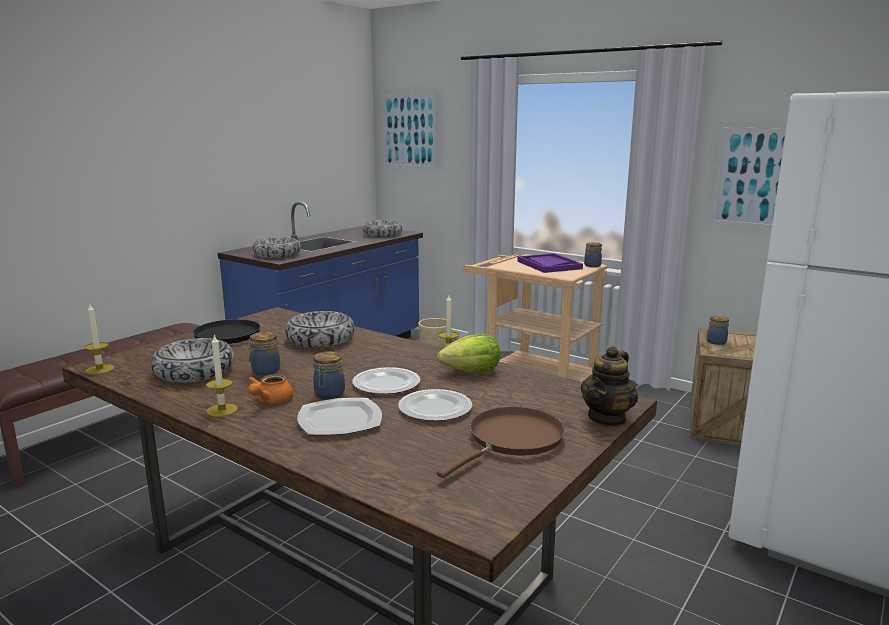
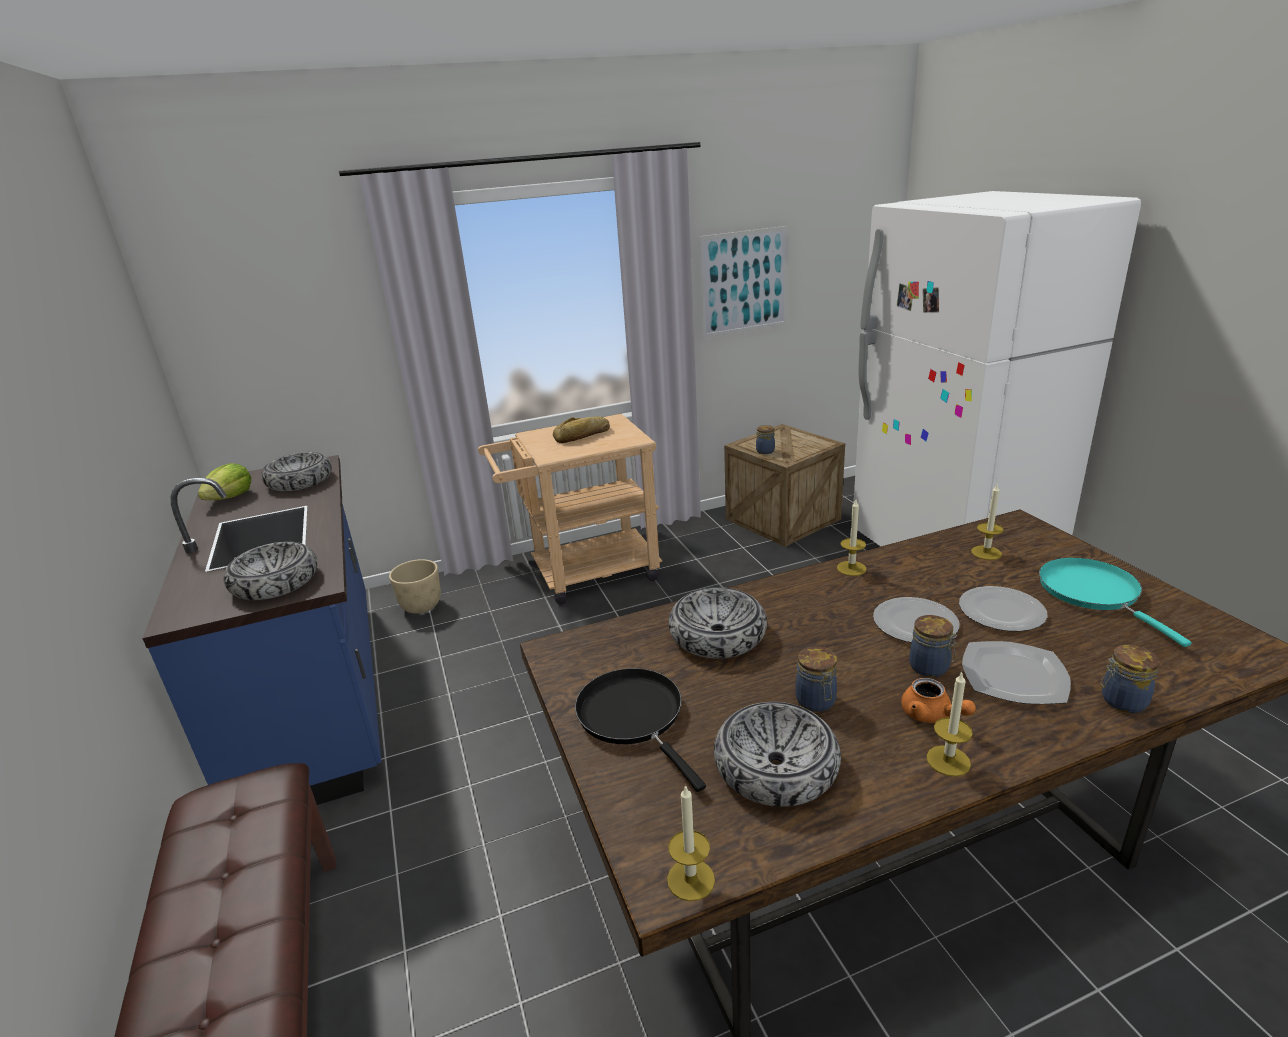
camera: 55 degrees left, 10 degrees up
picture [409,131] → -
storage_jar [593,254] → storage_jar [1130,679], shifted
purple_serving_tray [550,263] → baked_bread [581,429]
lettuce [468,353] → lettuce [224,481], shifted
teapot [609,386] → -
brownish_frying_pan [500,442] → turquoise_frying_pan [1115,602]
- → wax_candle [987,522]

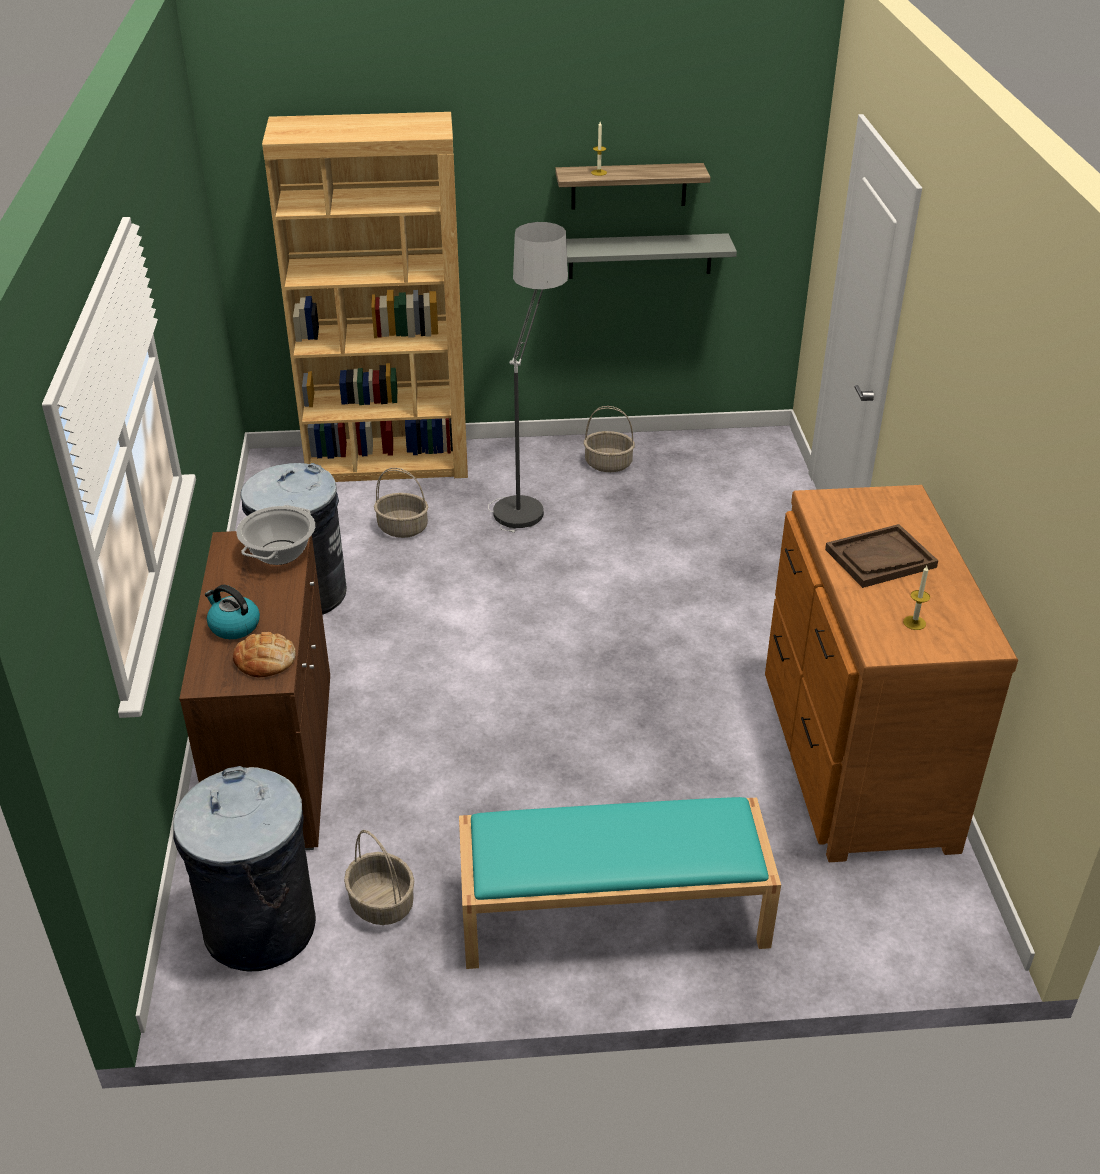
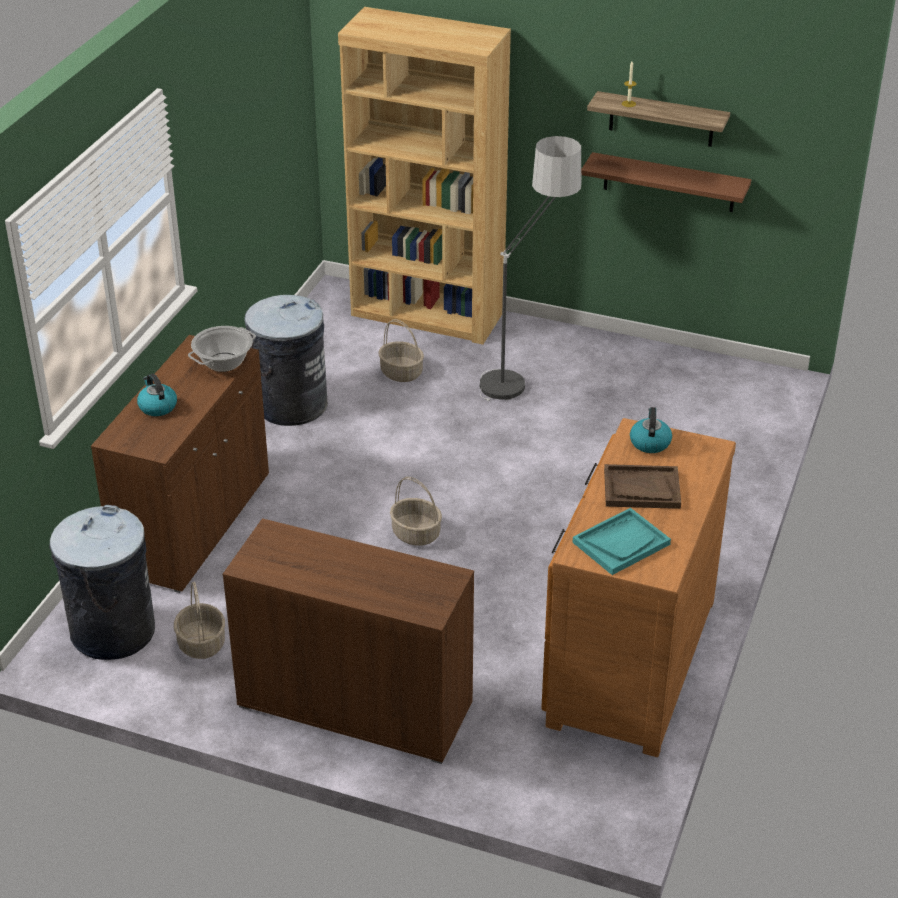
camera: 25 degrees right, 0 degrees up
gray_shelf [651,256] → brownish_shelf [666,182]
household_basket [609,439] → household_basket [416,511], shifted
wax_candle [916,598] → turquoise_serving_tray [622,541]
baked_bread [264,654] → -
turquoise_indoor_bench [620,883] → brownish_storage_cabinet [348,641]
- → water_kettle [651,430]

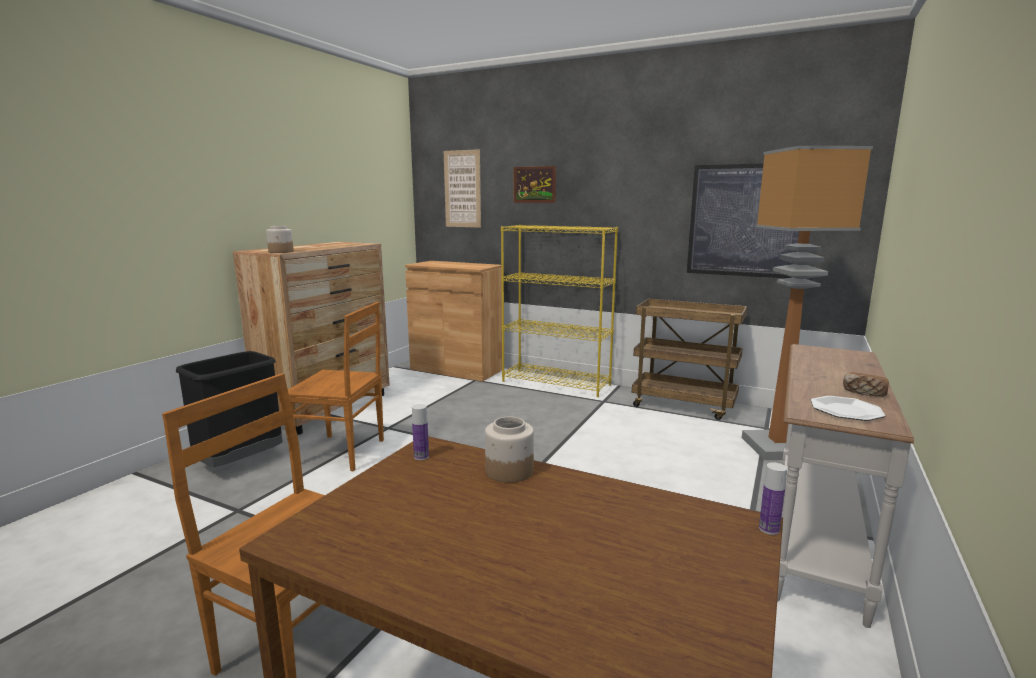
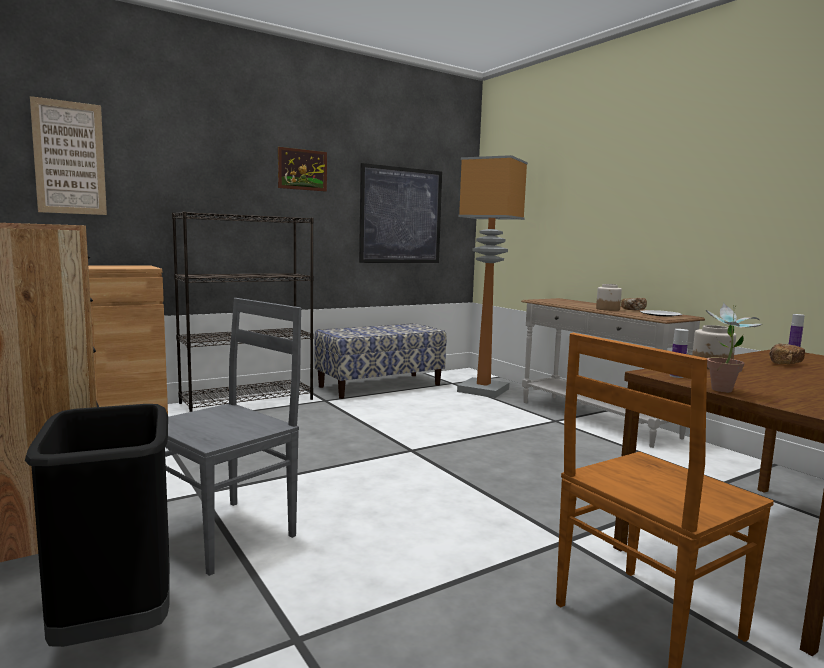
camera: 60 degrees left, 5 degrees down
picture [534,184] → picture [302,169], shifted
yellow-coloured_bookcase [559,311] → blackish_bookcase [243,312]
storage_jar [280,239] → storage_jar [609,297], shifted
brownish_trolley [689,359] → indoor_bench [380,361]
brownish_chair [336,386] → gray_chair [233,437]
- → potted_plant [733,347]
- → baked_bread [787,353]

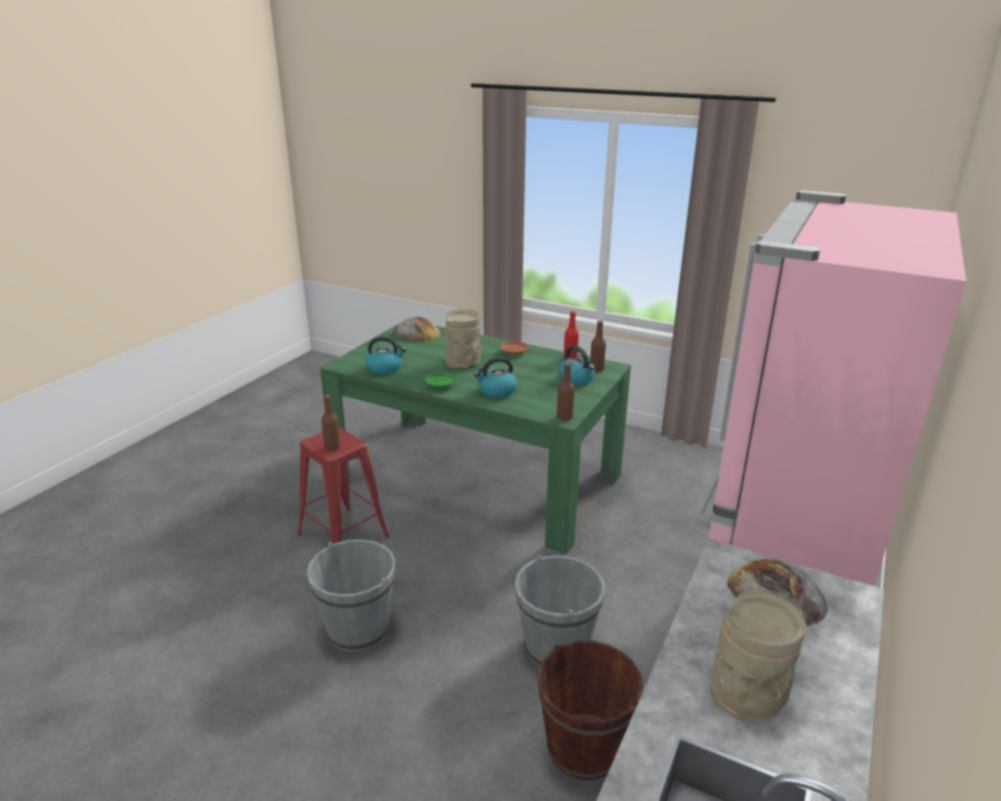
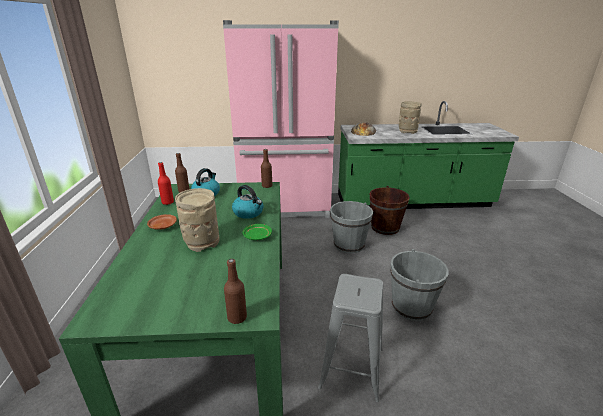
camera: 120 degrees left, 0 degrees up
baked_bread [417,329] → -
water_kettle [386,355] → -
brownish_bottle [331,422] → brownish_bottle [235,291], shifted
red_stool [343,485] → gray_stool [351,338]

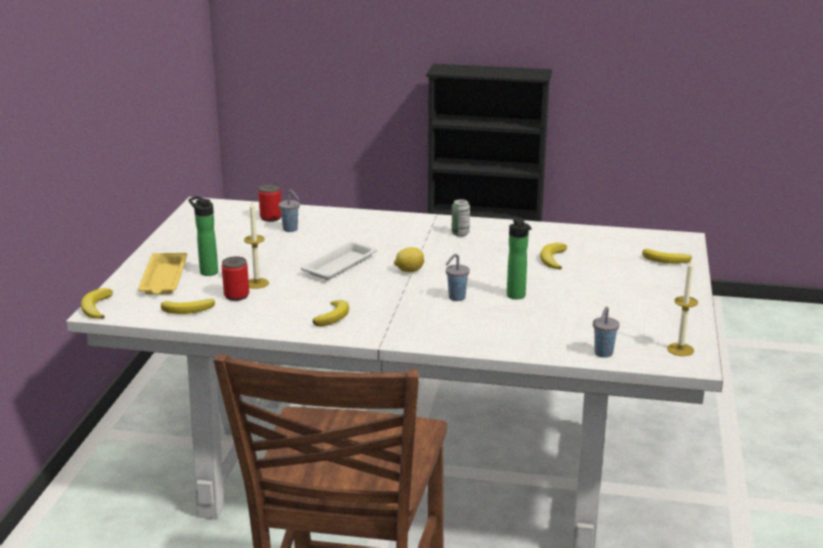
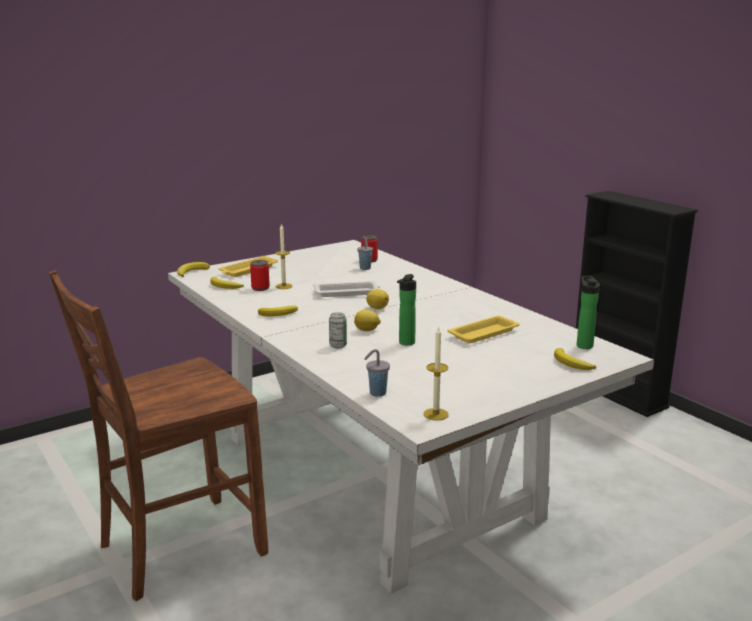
camera: 45 degrees right, 5 degrees down
bottle [203,236] → bottle [588,312], shifted
metal_can [460,218] → metal_can [338,330], shifted
banana [553,256] → yellow-coloured_serving_tray [484,329]
gray_small_cup [457,277] → lemon [367,320]

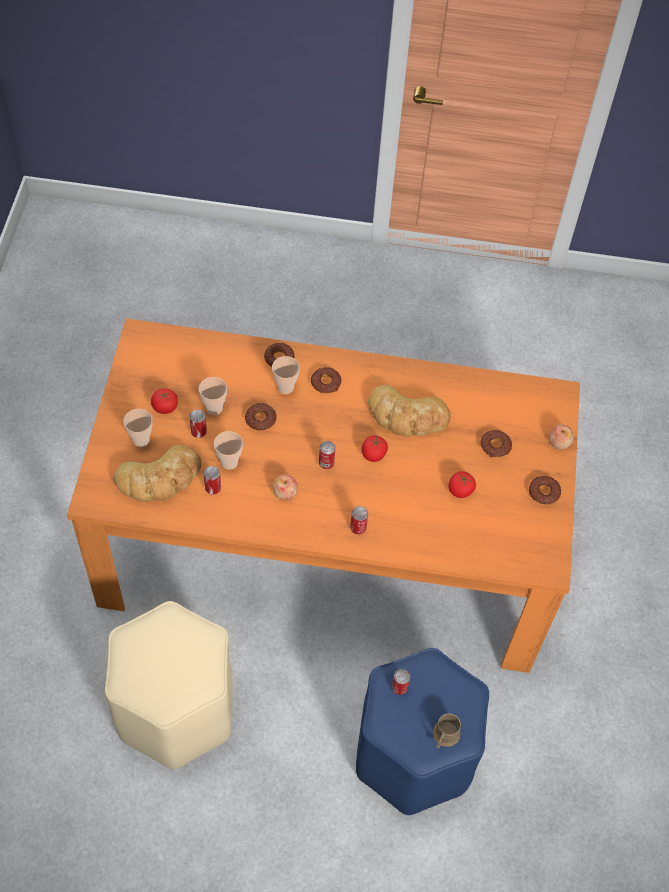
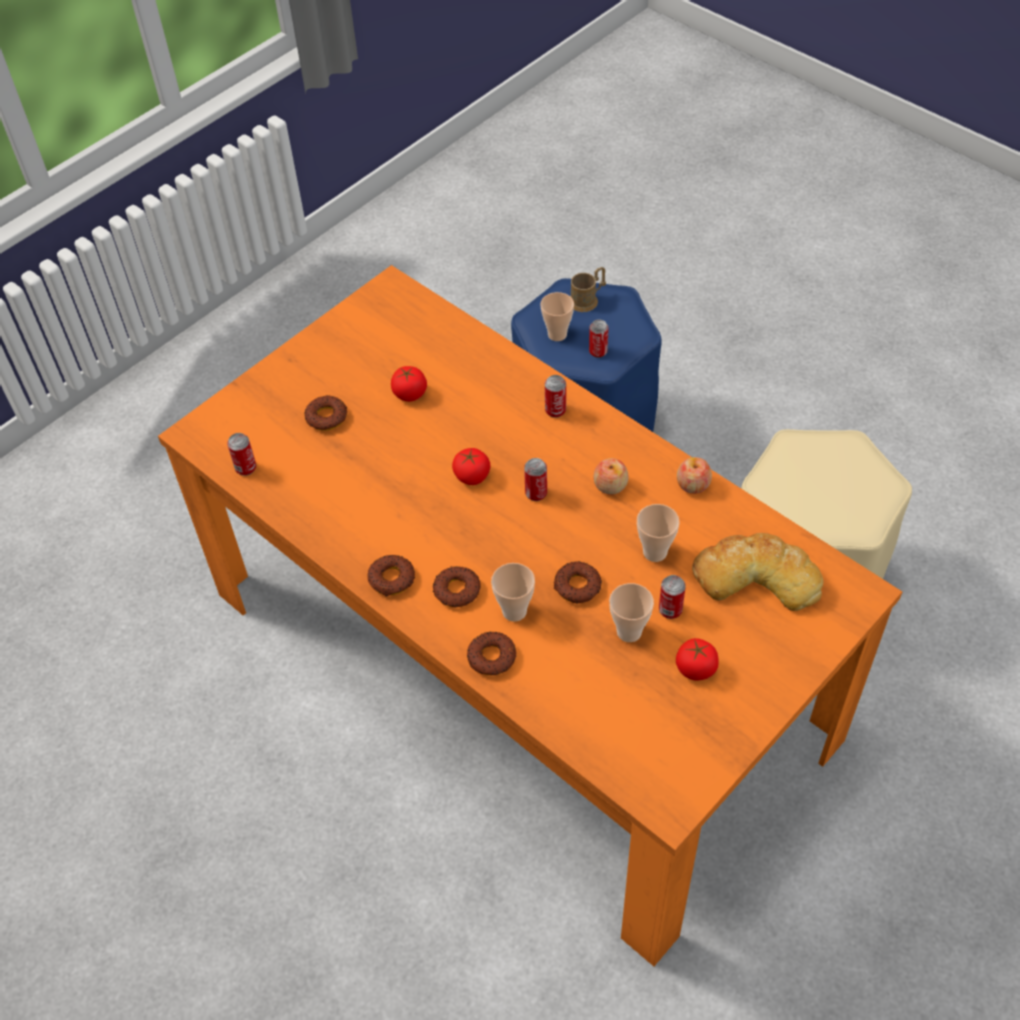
camera: 140 degrees left, 5 degrees down
baked_bread [409,410] → -
small_cup [138,428] → small_cup [557,316], shifted
apple_fruit [561,437] → apple_fruit [694,475], shifted
metal_can [212,480] → metal_can [241,454], shifted
donut [545,490] → donut [391,575], shifted

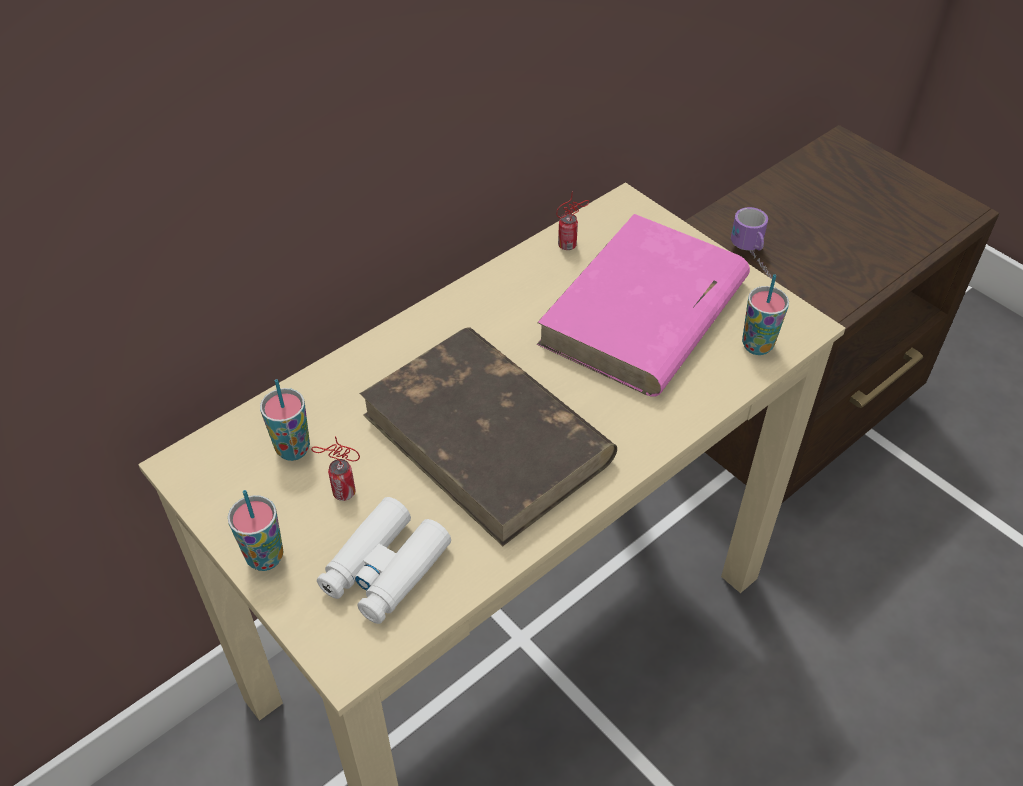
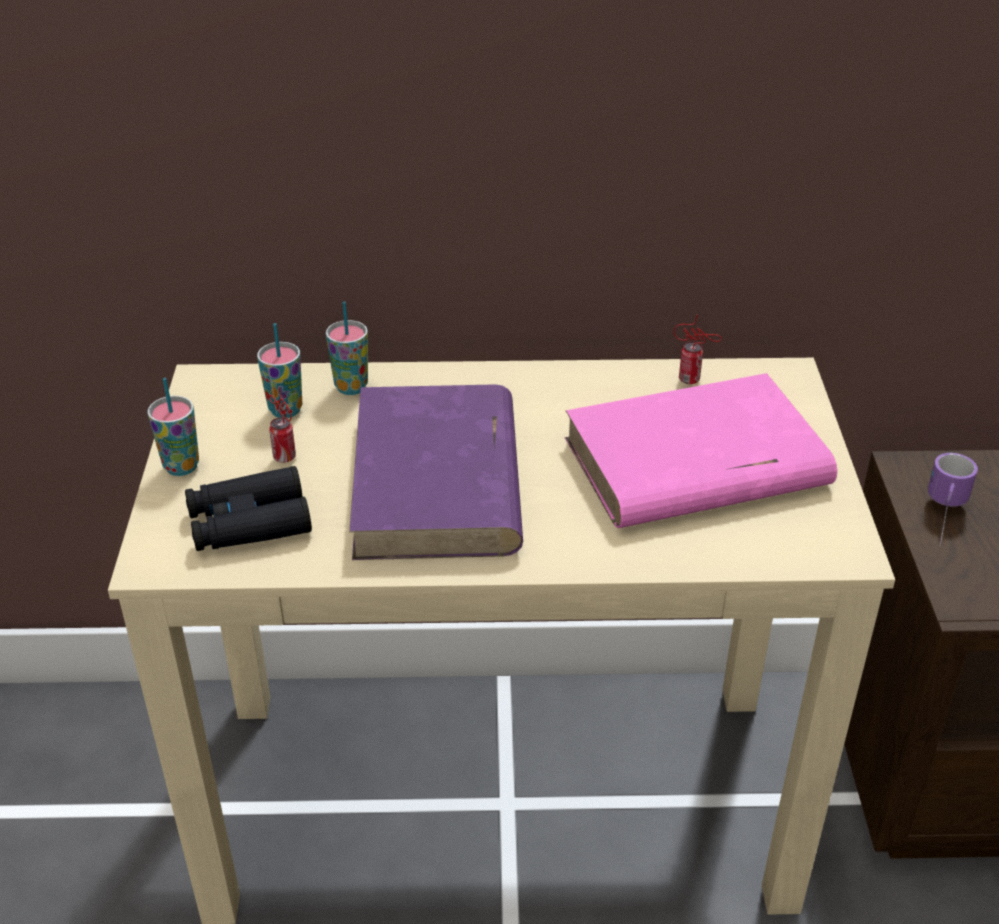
camera: 40 degrees right, 10 degrees down
small_cup [765,314] → small_cup [347,348], shifted
brownish_book [488,437] → purple_book [436,472]
white_pair_of_binoculars [384,560] → blackish_pair_of_binoculars [248,508]

